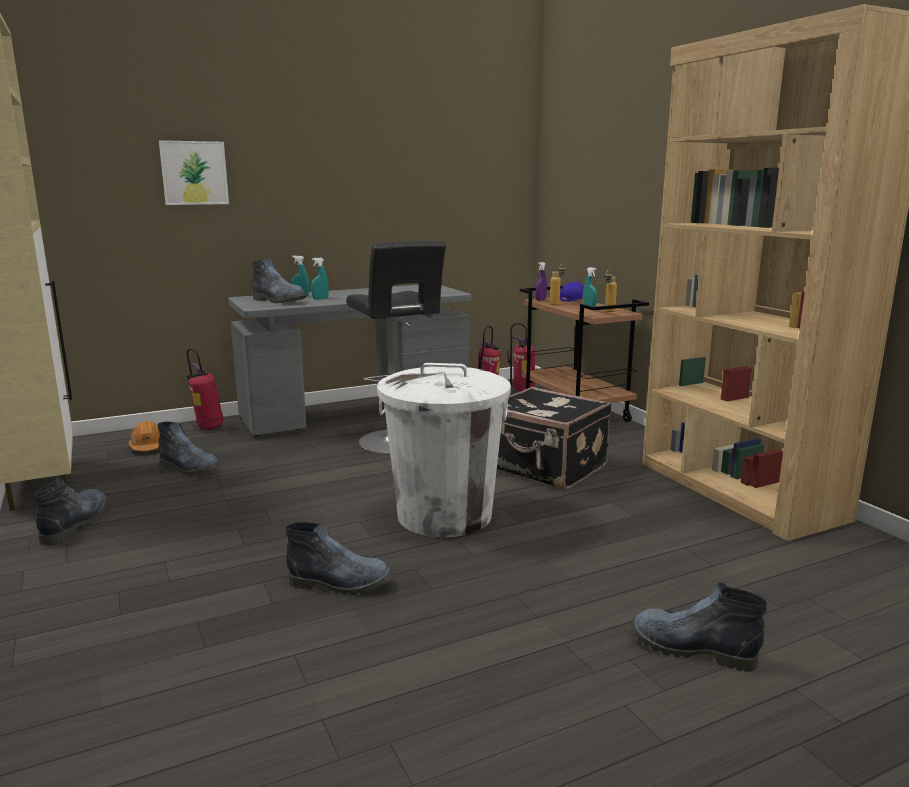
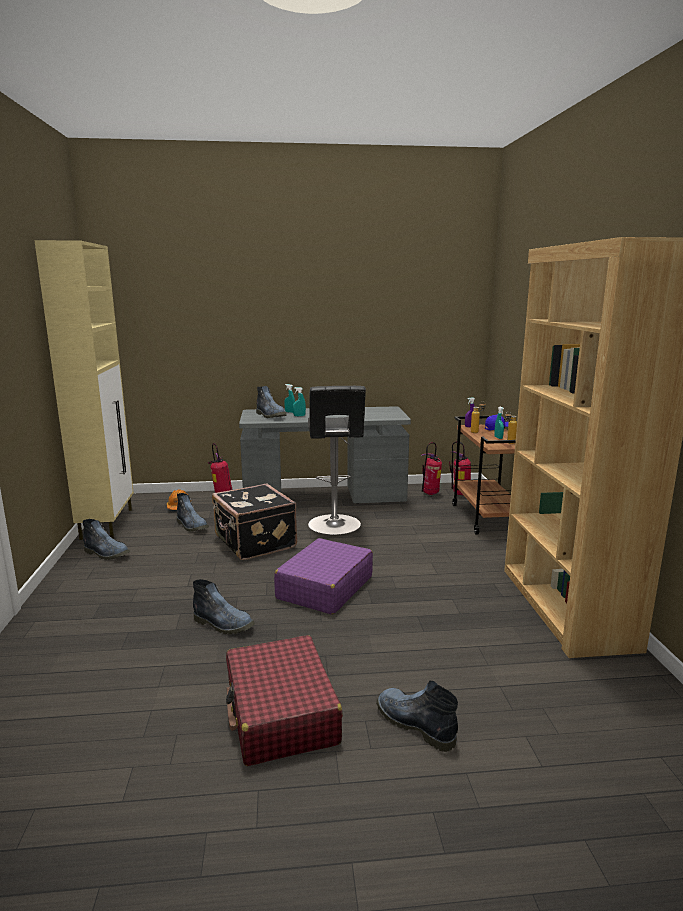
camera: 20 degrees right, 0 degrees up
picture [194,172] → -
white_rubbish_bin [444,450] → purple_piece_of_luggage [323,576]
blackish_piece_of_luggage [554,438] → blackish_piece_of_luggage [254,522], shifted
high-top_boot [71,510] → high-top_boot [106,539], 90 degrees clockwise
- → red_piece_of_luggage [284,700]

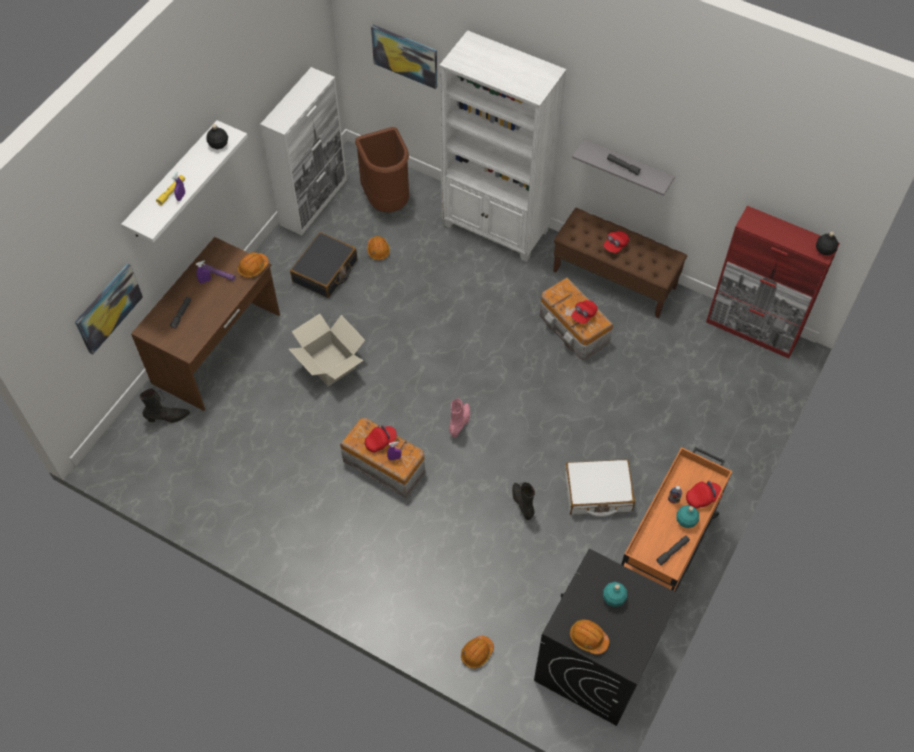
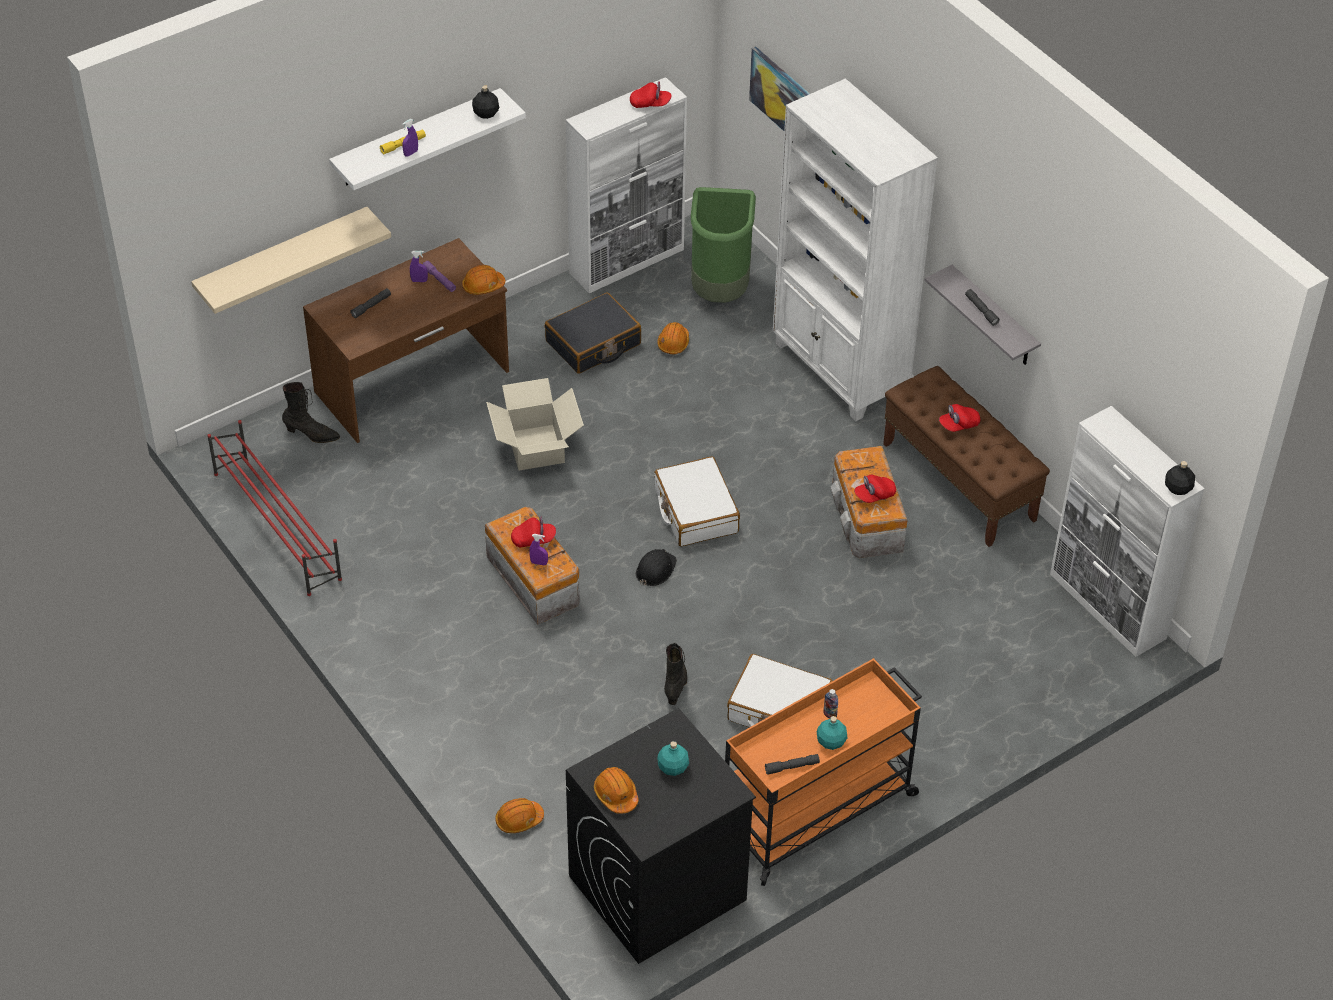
camera: 25 degrees right, 10 degrees down
brownish_rubbish_bin [382,169] → green-coloured_rubbish_bin [723,245]
red_storage_cabinet [773,282] → white_storage_cabinet [1127,531]
picture [109,309] → sand-coloured_shelf [291,260]
pinkish_high-top_boot [459,418] → blackish_hard_hat [656,567]
red_baseball_cap [704,495] → red_baseball_cap [651,94], shifted
- → red_shoe_stand [274,508]
- → white_piece_of_luggage [697,502]

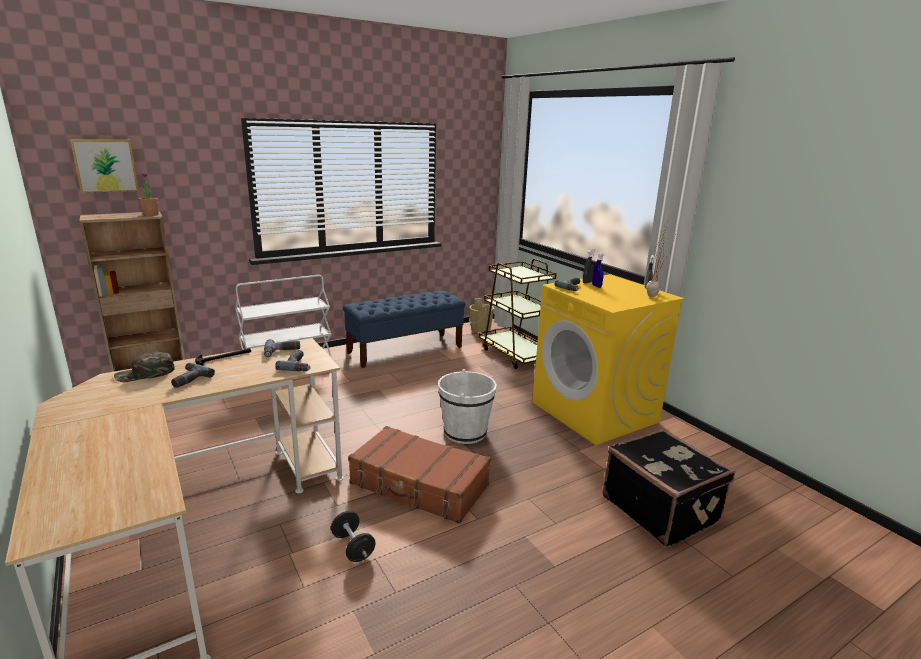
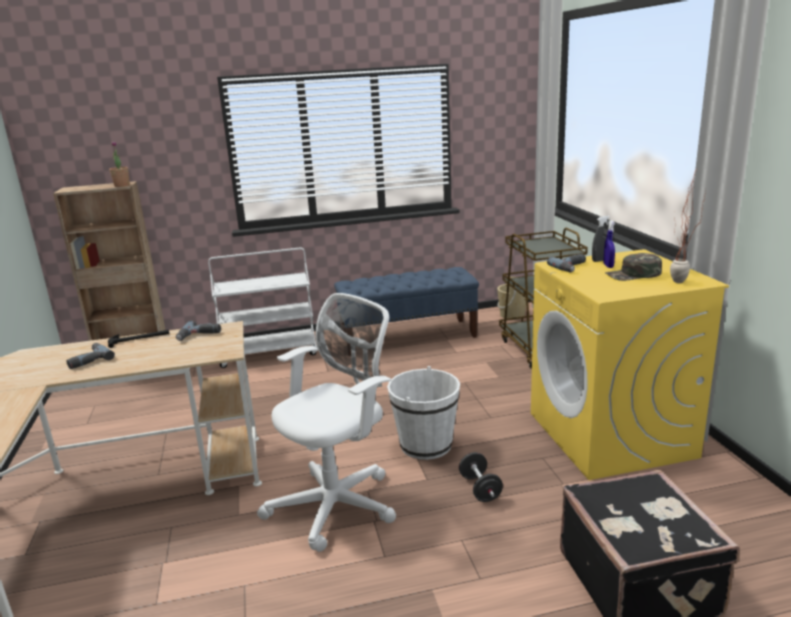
camera: 20 degrees right, 0 degrees up
picture [104,166] → -
electric_drill [293,360] → -
green-coloured_baseball_cap [144,367] → green-coloured_baseball_cap [633,267], shifted
brownish_piece_of_luggage [419,475] → white_office_chair [326,422]
blackish_hand_weight [353,536] → blackish_hand_weight [481,477], shifted

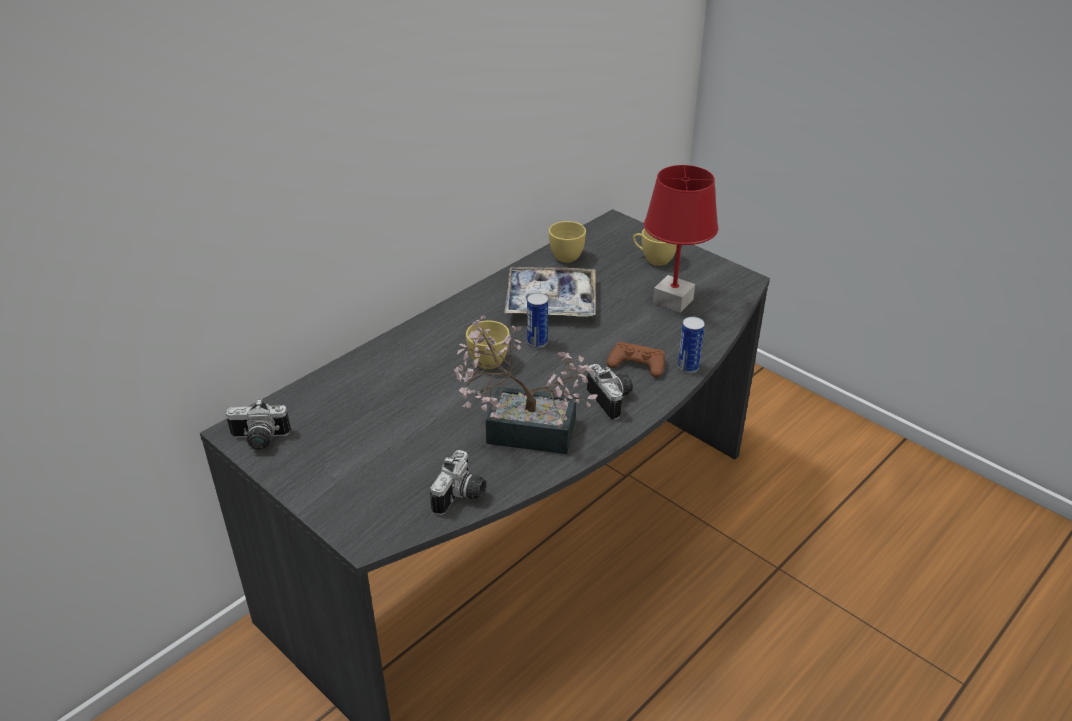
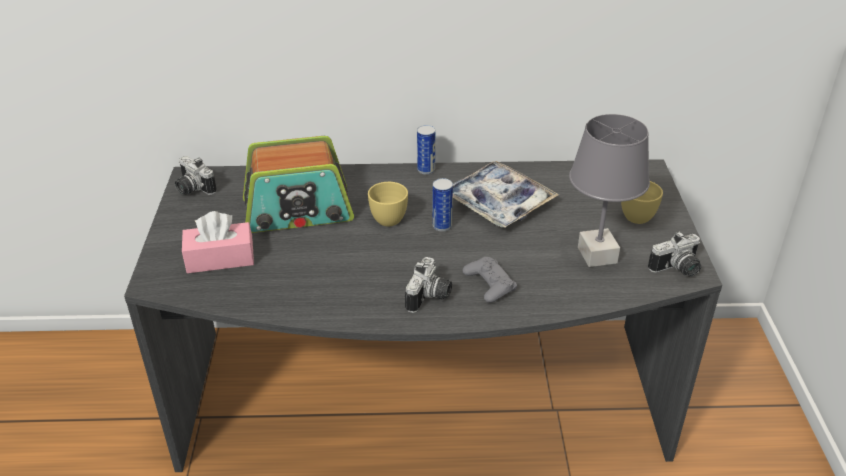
camera: 45 degrees right, 0 degrees up
red_tabletop_lamp [681,239] → gray_tabletop_lamp [609,190]
yellow-coloured_small_cup [567,242] → -
potted_plant [526,384] → -
metal_can [691,345] → metal_can [426,150], shifted
brownish_gamepad [636,359] → gray_gamepad [489,280]
still_camera [458,482] → still_camera [674,254], shifted
- → radio_set [298,184]
- → pinkish_box_of_tissues [218,242]

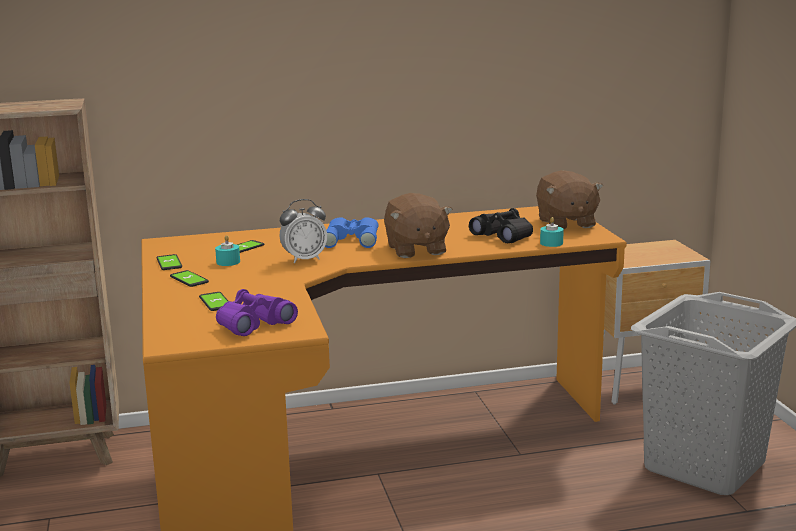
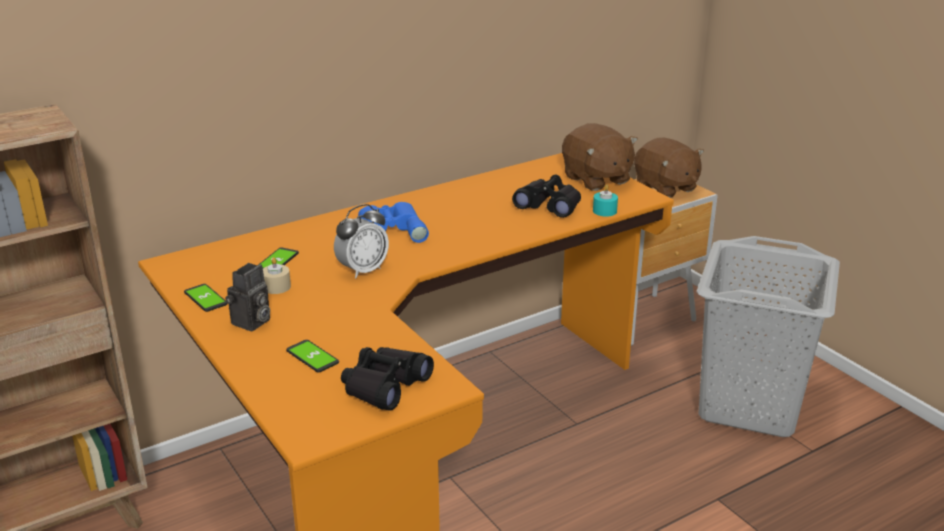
camera: 20 degrees left, 10 degrees up
brownish_cuddly_toy [418,225] → brownish_cuddly_toy [669,167], shifted
turquoise_wax_candle [227,250] → sand-coloured_wax_candle [277,275]
phone [189,278] → still_camera [247,297]
purple_pair_of_binoculars [257,312] → blackish_pair_of_binoculars [387,379]

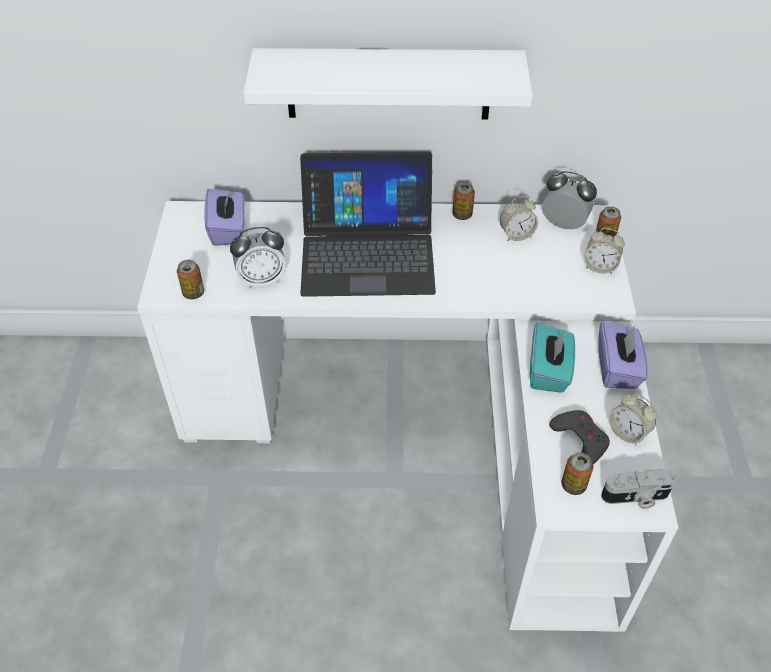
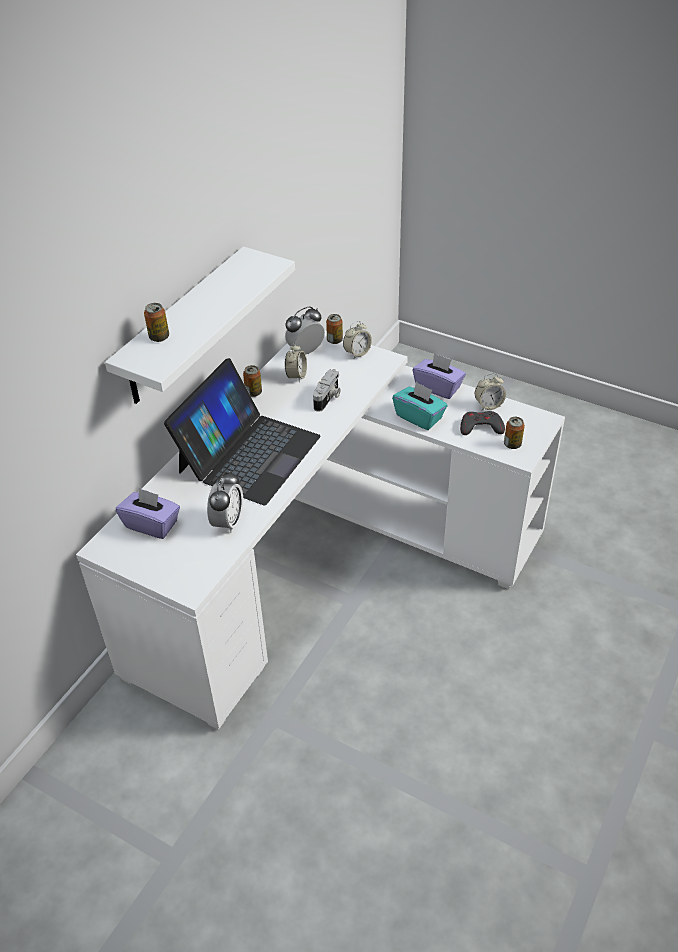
camera: 60 degrees left, 5 degrees down
metal_can [190,279] → metal_can [156,322], shifted
still_camera [638,489] → still_camera [327,390], shifted

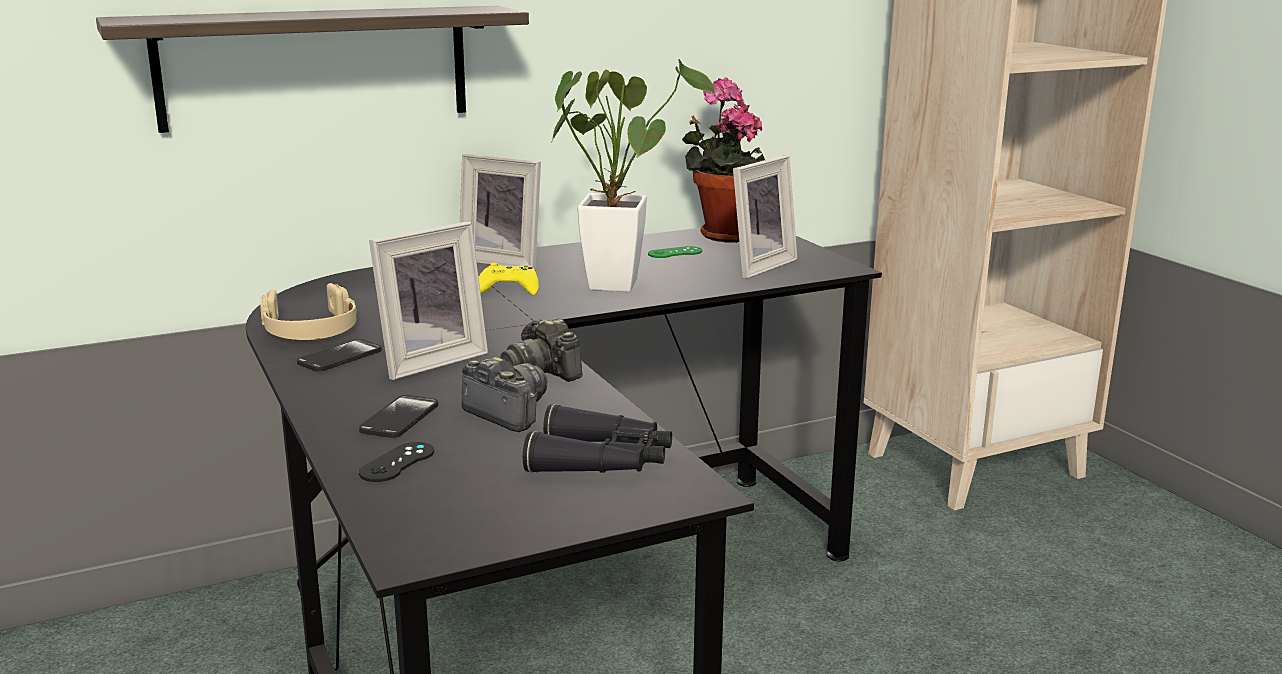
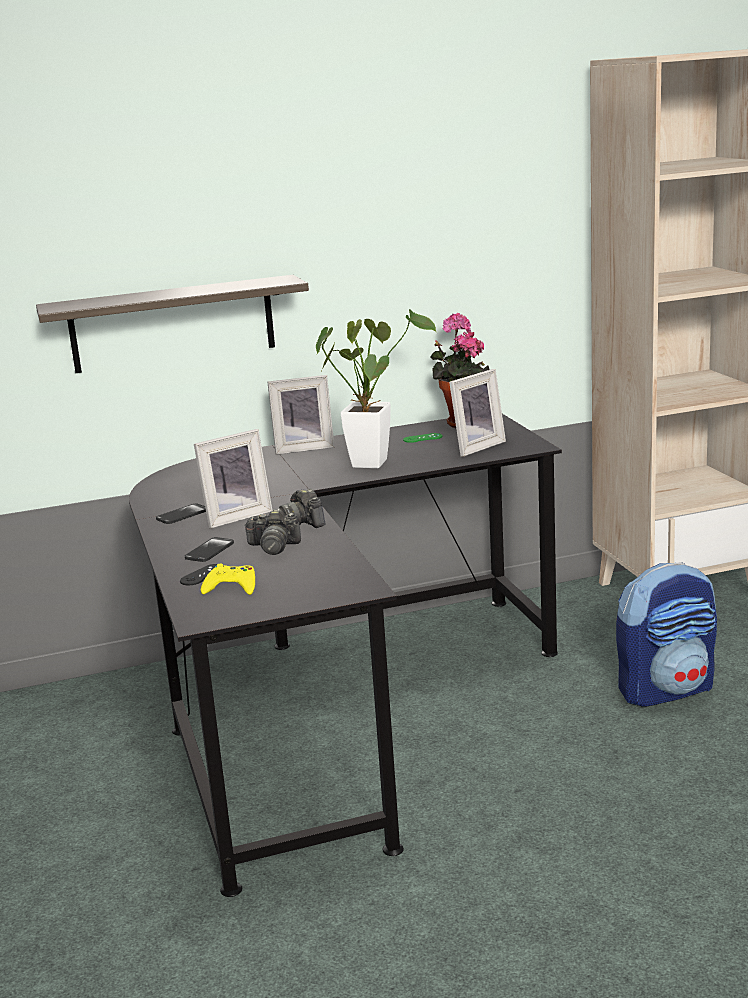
camera: 10 degrees right, 0 degrees up
picture_frame [500,212] → picture_frame [301,415], 45 degrees counterclockwise
yellow-coloured_gamepad [509,279] → yellow-coloured_gamepad [228,579], shifted
sand-coloured_pair_of_headphones [308,311] → -
still_camera [504,394] → still_camera [272,532], 135 degrees clockwise
blackish_pair_of_binoculars [597,438] → -
- → rucksack [666,634]

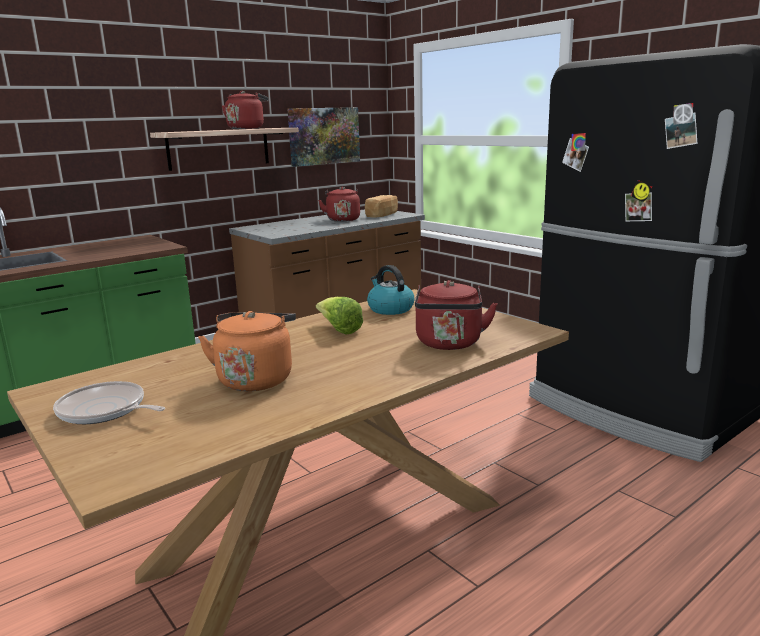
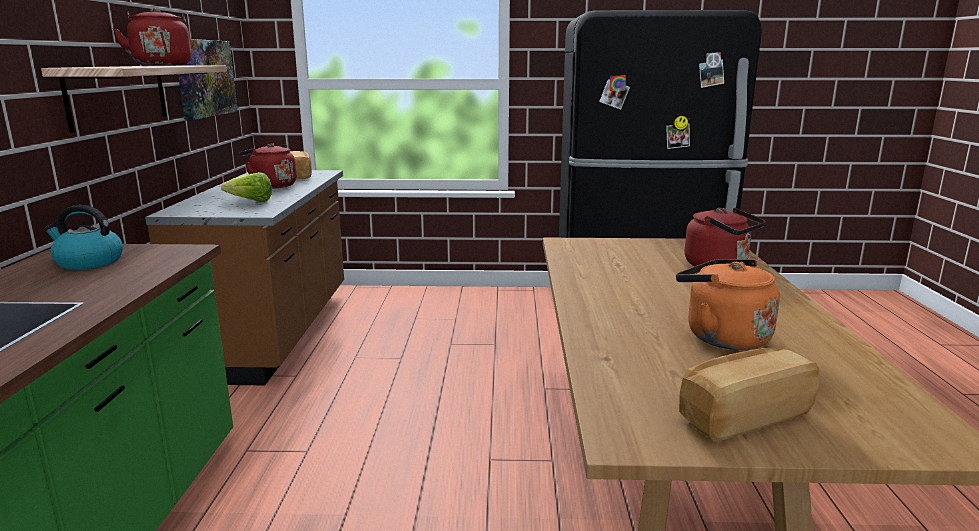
camera: 50 degrees left, 0 degrees up
water_kettle [390,290] → water_kettle [83,237], shifted
lettuce [339,315] → lettuce [246,187], shifted
frying_pan [109,402] → baked_bread [749,394]

